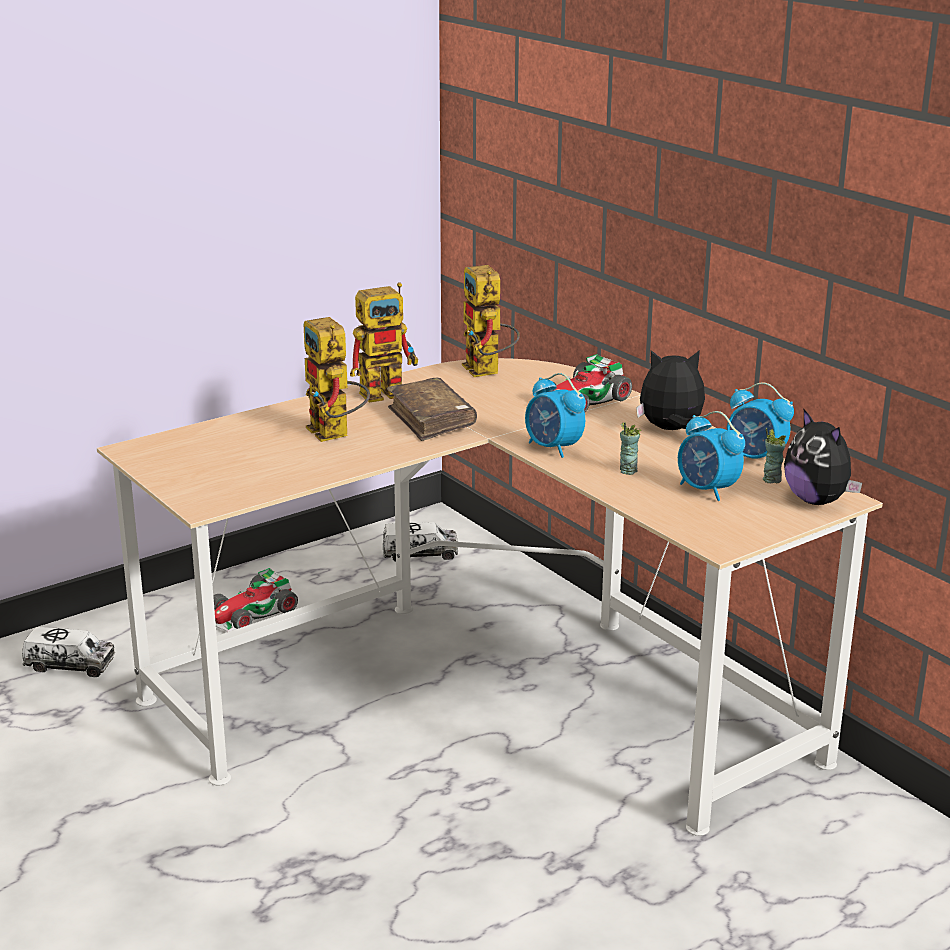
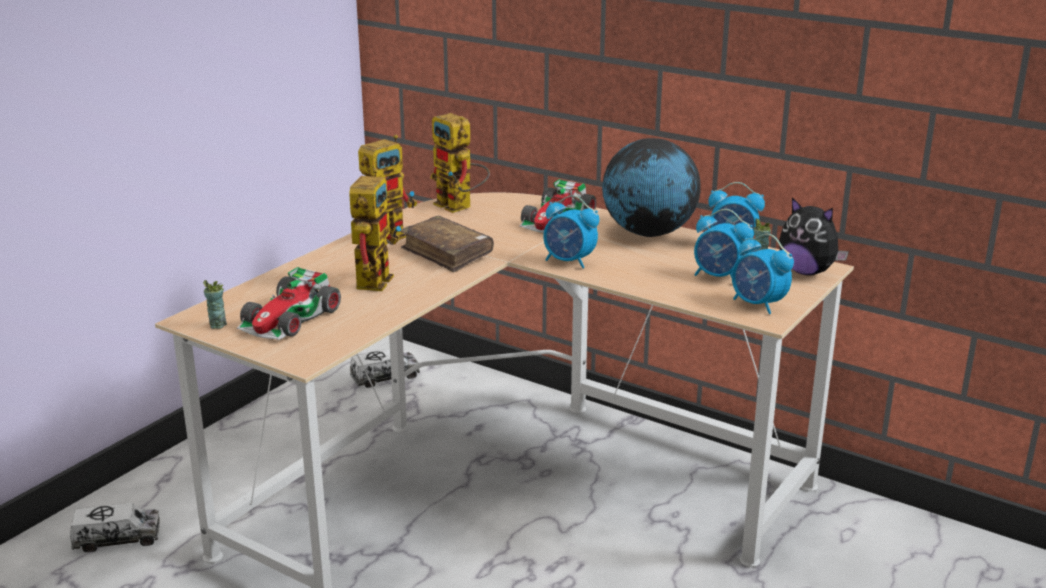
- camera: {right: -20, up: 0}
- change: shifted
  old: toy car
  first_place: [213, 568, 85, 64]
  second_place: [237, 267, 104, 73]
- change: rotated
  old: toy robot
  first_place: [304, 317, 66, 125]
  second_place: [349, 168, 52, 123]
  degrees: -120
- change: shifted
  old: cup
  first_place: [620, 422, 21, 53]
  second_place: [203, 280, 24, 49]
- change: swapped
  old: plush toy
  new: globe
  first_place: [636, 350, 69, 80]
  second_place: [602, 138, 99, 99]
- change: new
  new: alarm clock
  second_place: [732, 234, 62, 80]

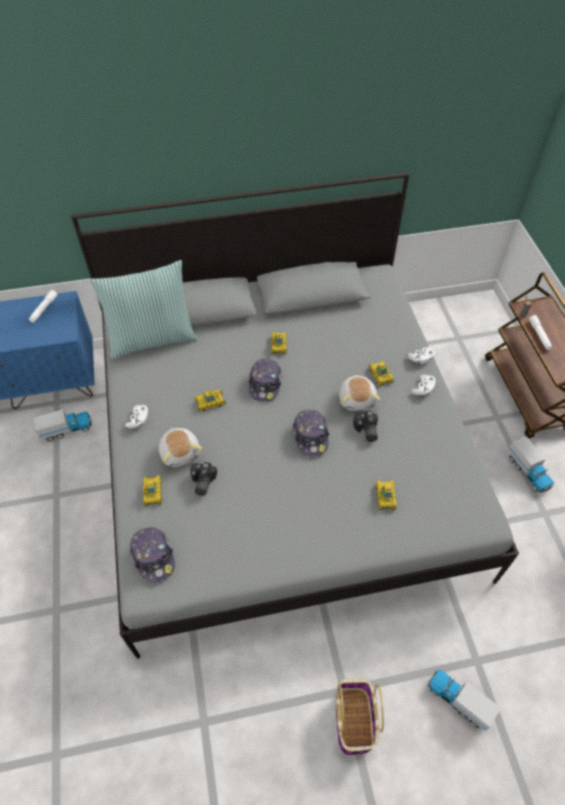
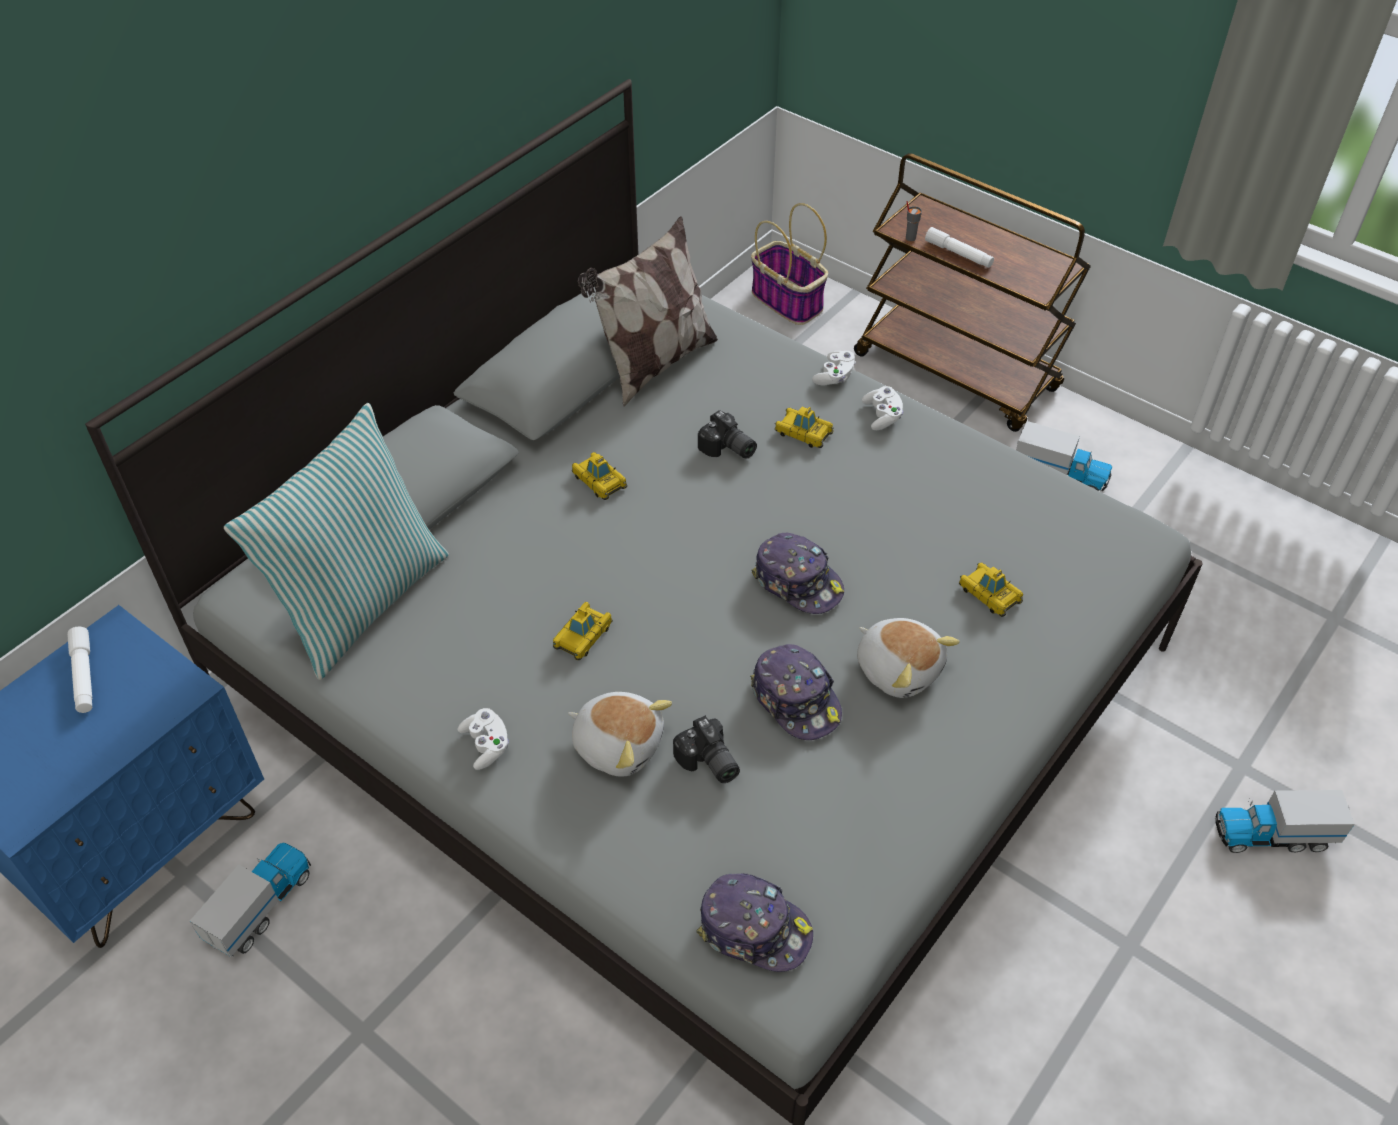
- camera: {right: -40, up: -5}
- change: gone
  old: toy car
  first_place: [143, 475, 19, 31]
- change: shifted
  old: cap
  first_place: [248, 359, 34, 43]
  second_place: [750, 644, 92, 96]
- change: shifted
  old: basket
  first_place: [336, 679, 48, 76]
  second_place: [751, 203, 77, 122]
- change: shifted
  old: plush toy
  first_place: [339, 375, 41, 36]
  second_place: [857, 618, 103, 80]
- change: shifted
  old: photo camera
  first_place: [353, 411, 25, 31]
  second_place: [698, 410, 59, 49]
- change: new
  new: pillow
  second_place: [578, 216, 140, 191]

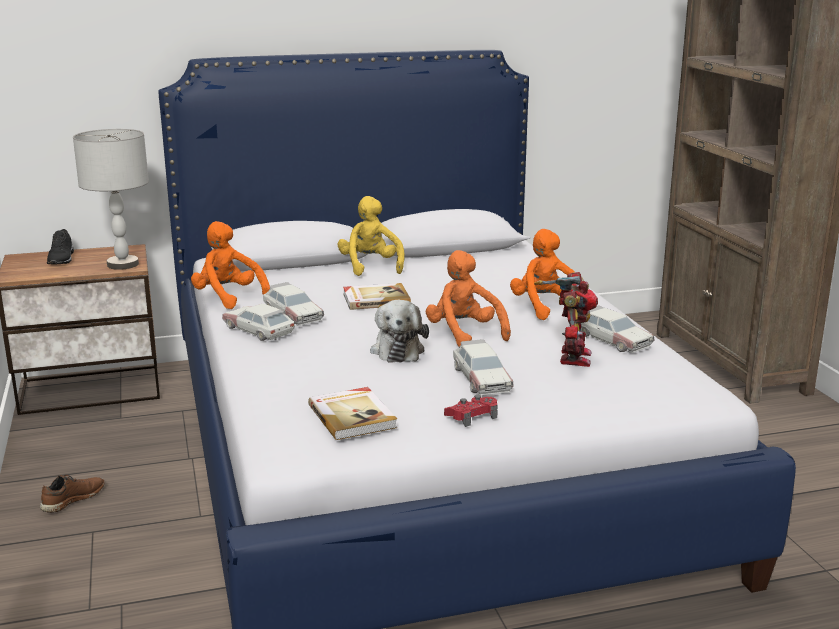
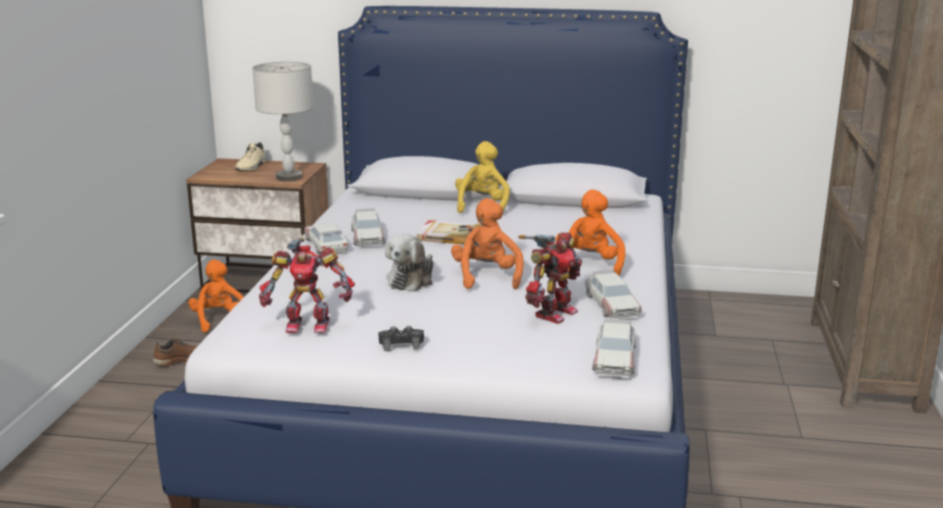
- camera: {right: 25, up: 0}
- change: repainted
  old: shoe (black)
  new: shoe (beige)
  first_place: [47, 229, 27, 35]
  second_place: [235, 142, 32, 29]
- change: shifted
  old: plush toy (orange)
  first_place: [191, 221, 79, 88]
  second_place: [188, 260, 56, 73]
- change: swapped
  old: book
  new: toy robot
  first_place: [308, 387, 89, 53]
  second_place: [259, 237, 96, 96]
- change: repainted
  old: game controller (red)
  new: game controller (black)
  first_place: [444, 395, 54, 32]
  second_place: [379, 326, 45, 25]
- change: shifted
  old: toy car
  first_place: [453, 339, 61, 57]
  second_place: [592, 318, 44, 59]

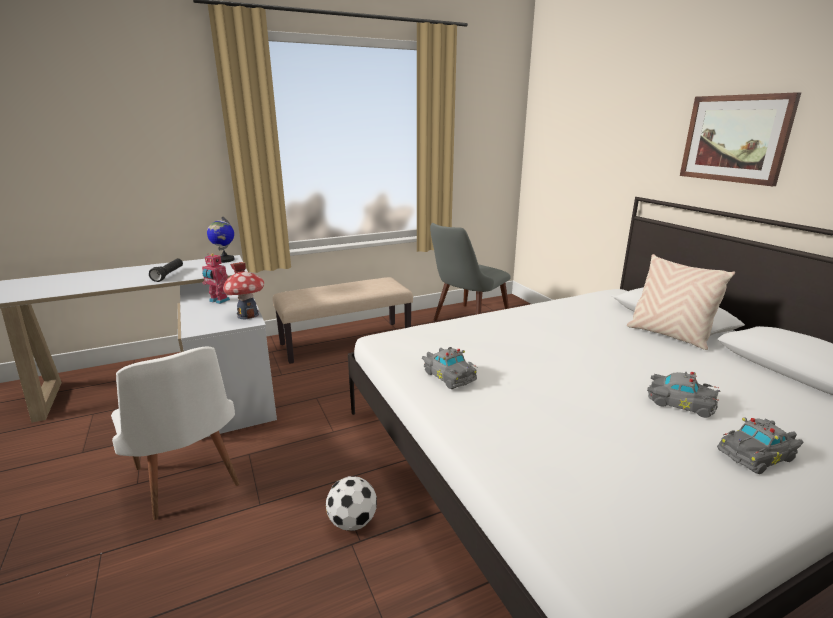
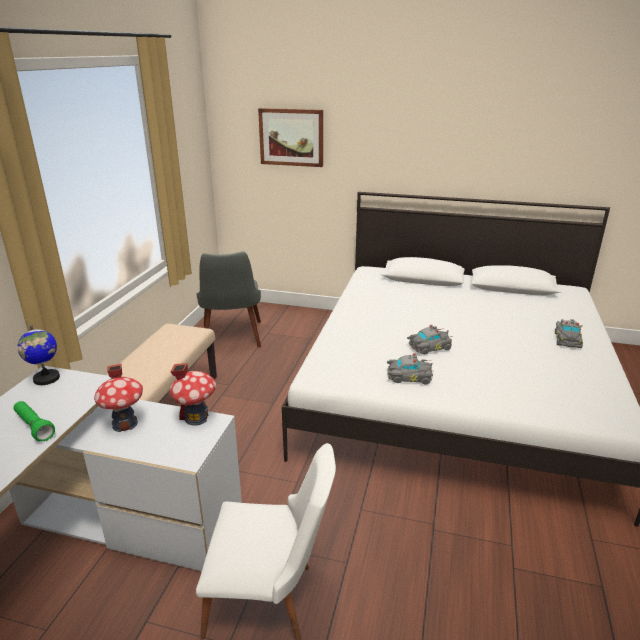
- camera: {right: -50, up: 5}
- change: repainted
  old: flashlight (black)
  new: flashlight (green)
  first_place: [149, 259, 34, 23]
  second_place: [13, 401, 42, 40]
- change: swapped
  old: toy robot
  new: toy house
  first_place: [202, 253, 28, 51]
  second_place: [94, 363, 49, 69]
- change: gone
  old: football
  first_place: [326, 476, 51, 55]
- change: gone
  old: pillow (beige)
  first_place: [627, 254, 108, 96]
- change: shifted
  old: toy car (grey)
  first_place: [647, 372, 74, 46]
  second_place: [407, 325, 46, 29]
- change: shifted
  old: picture
  first_place: [680, 92, 121, 94]
  second_place: [258, 108, 65, 59]

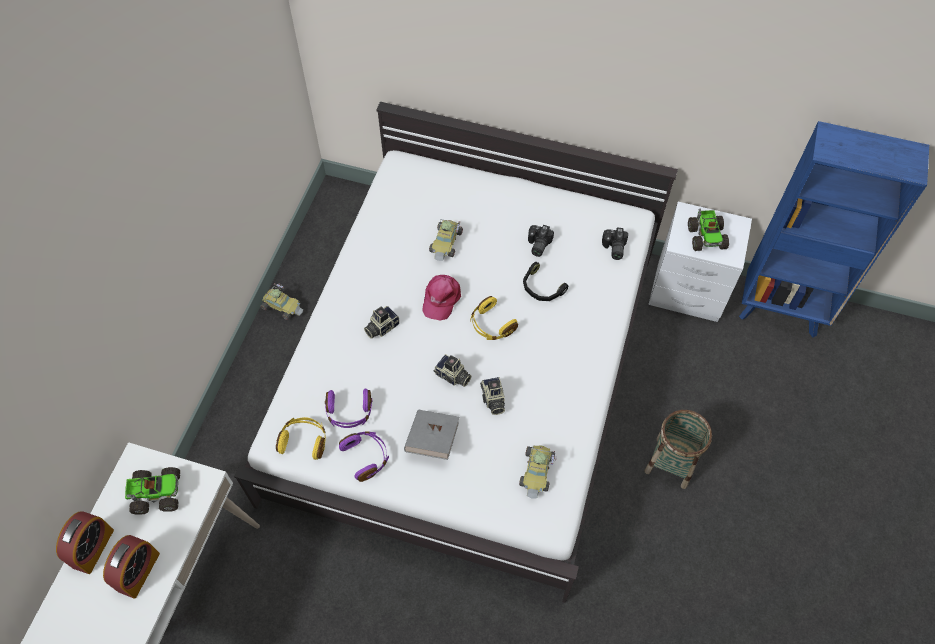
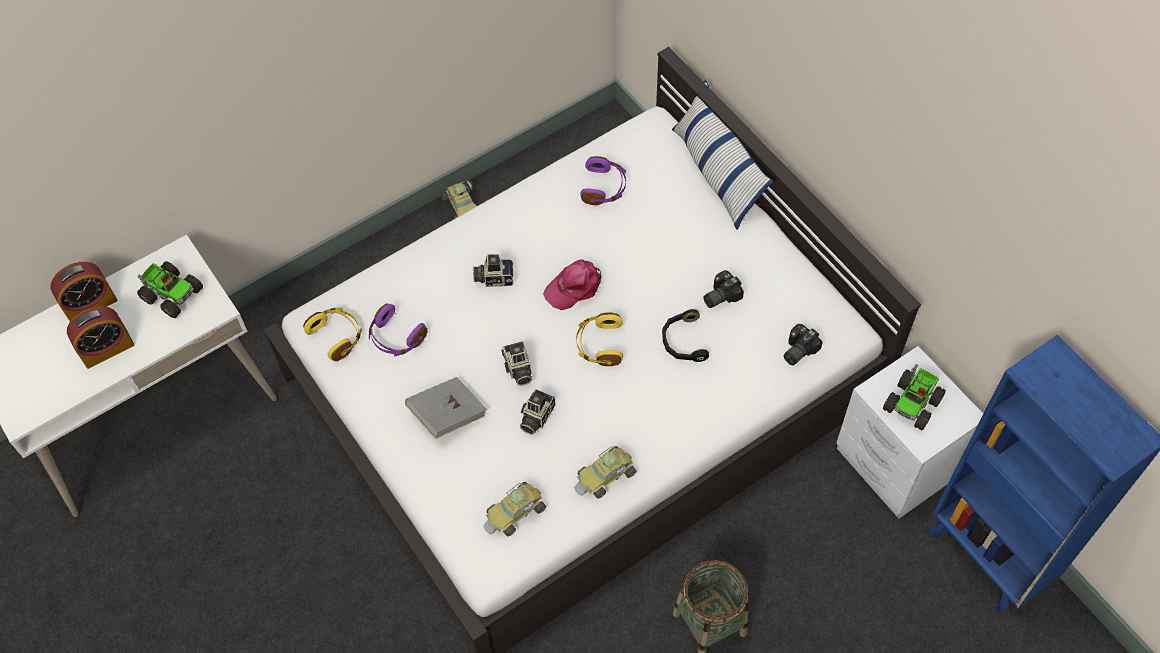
- camera: {right: 40, up: 0}
- change: shifted
  old: headphones (purple)
  first_place: [339, 431, 50, 51]
  second_place: [580, 156, 46, 49]
- change: shifted
  old: toy car
  first_place: [429, 219, 34, 42]
  second_place: [574, 446, 63, 53]
- change: new
  new: pillow
  second_place: [672, 80, 101, 150]

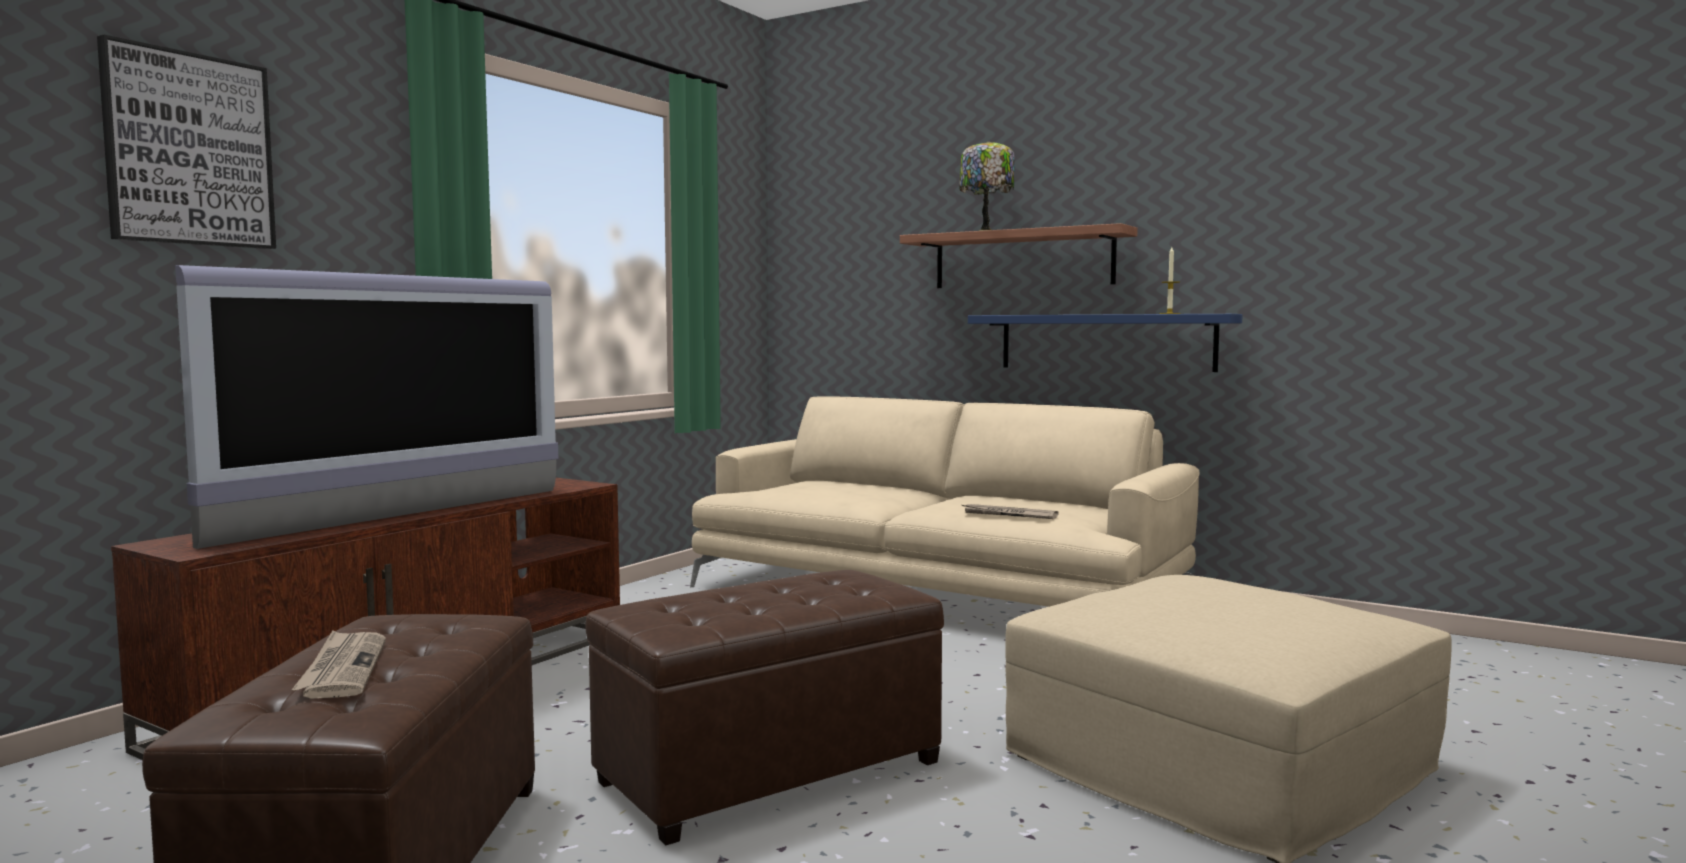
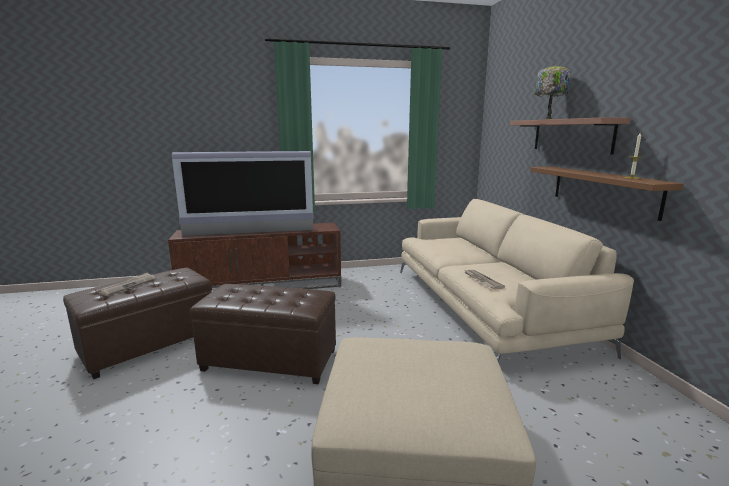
- camera: {right: 45, up: 10}
- change: gone
  old: picture
  first_place: [97, 34, 179, 215]
- change: repainted
  old: shelf (blue)
  new: shelf (brown)
  first_place: [968, 314, 274, 58]
  second_place: [530, 166, 154, 55]

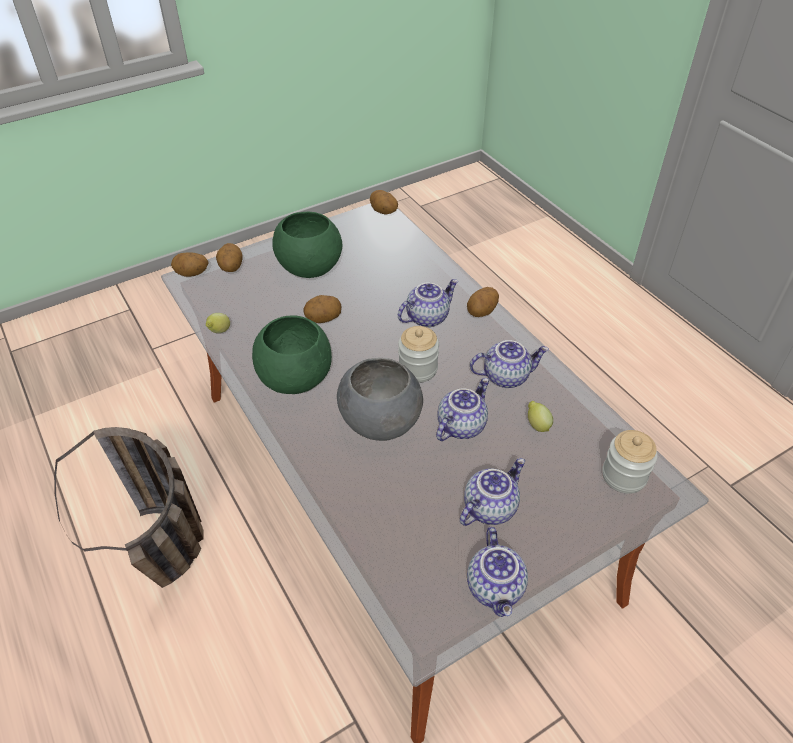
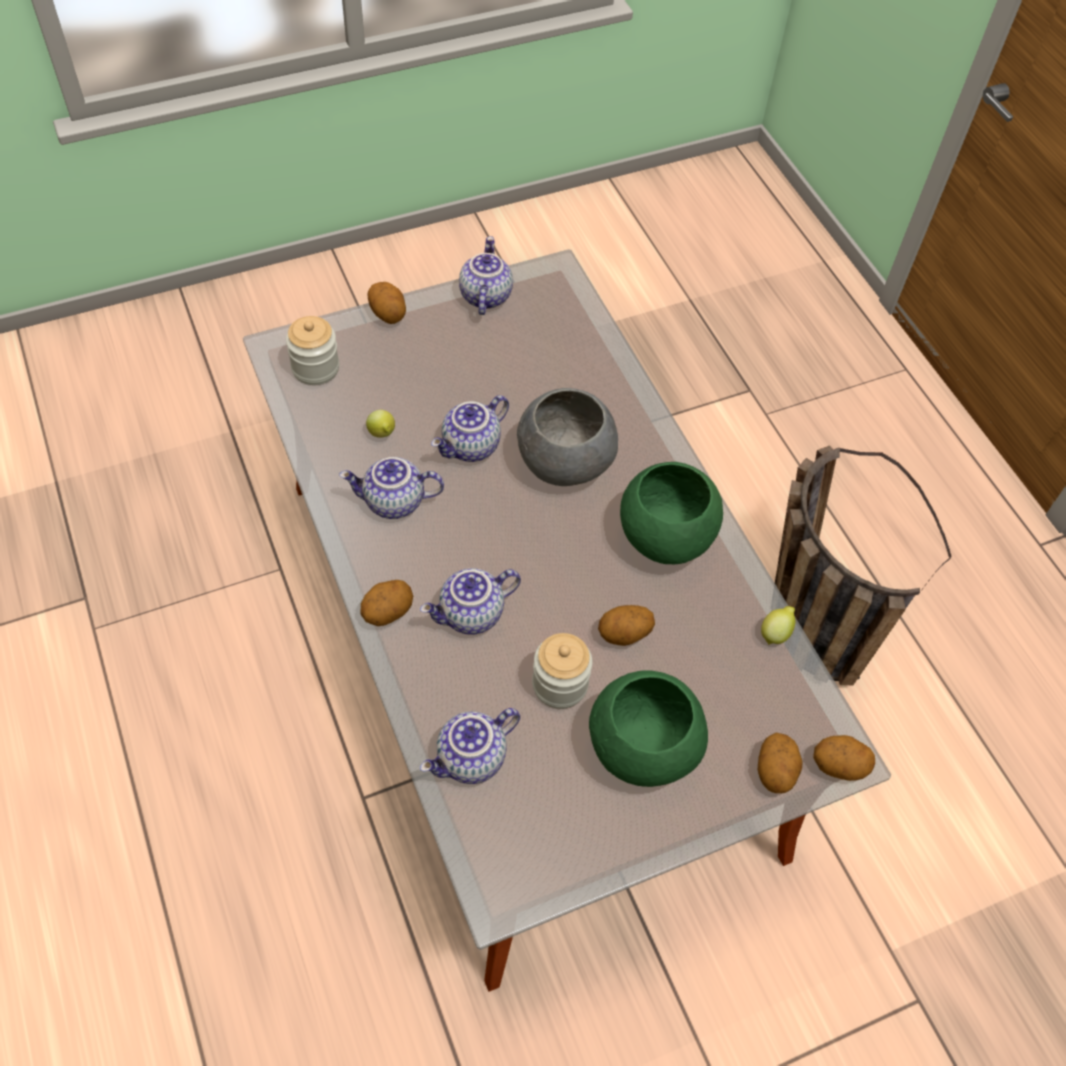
- camera: {right: -175, up: 10}
- change: shifted
  old: potato
  first_place: [370, 190, 28, 24]
  second_place: [367, 282, 39, 42]
- change: shifted
  old: jar
  first_place: [398, 326, 41, 57]
  second_place: [532, 633, 61, 76]
- change: shifted
  old: teapot
  first_place: [460, 458, 65, 68]
  second_place: [420, 708, 100, 76]

